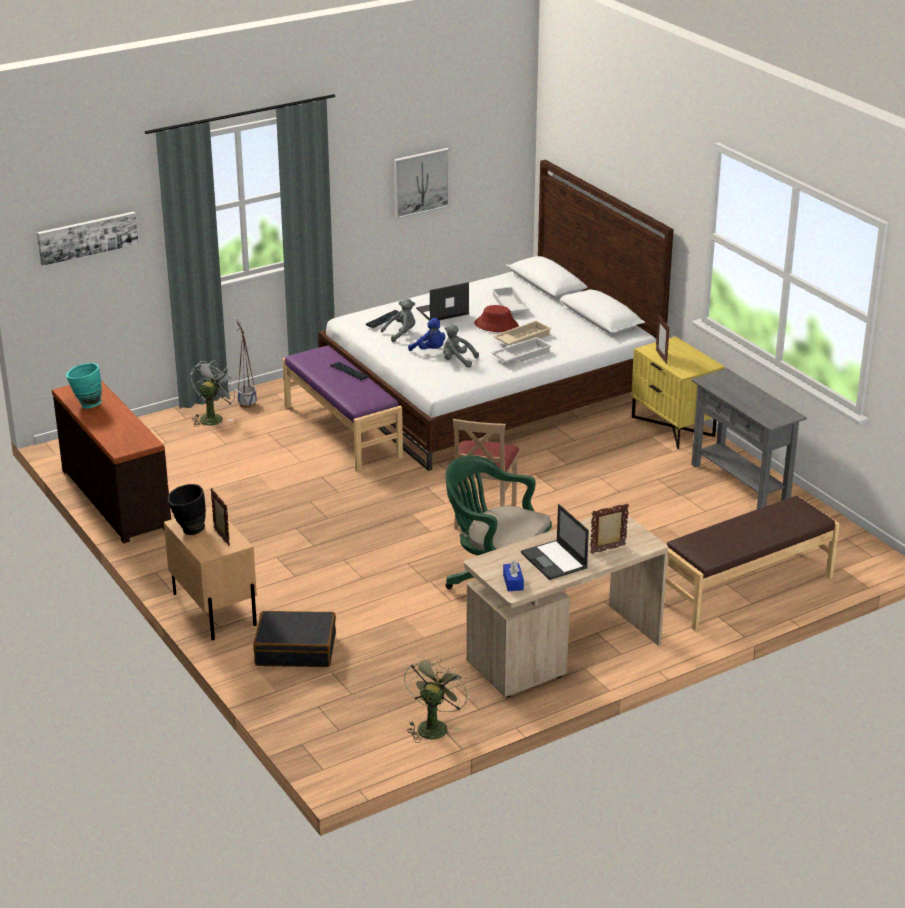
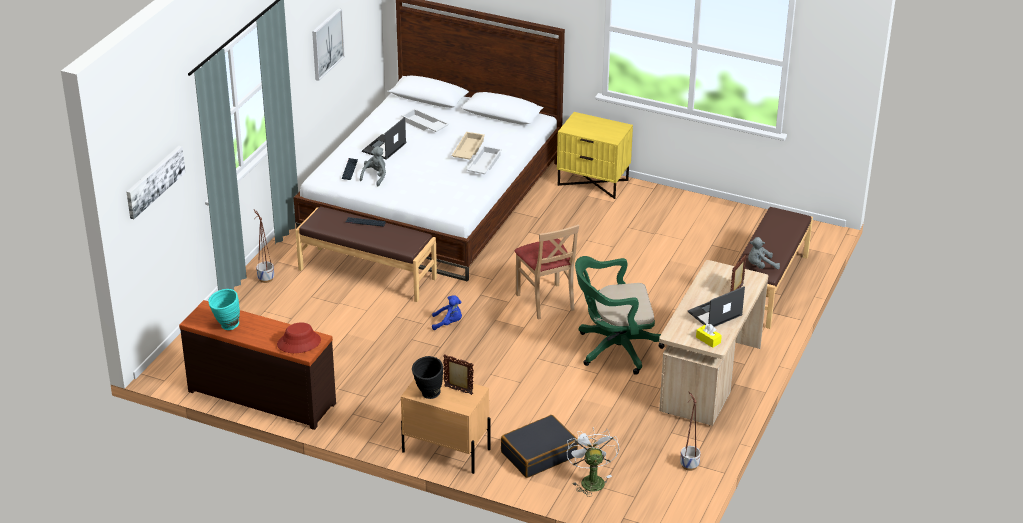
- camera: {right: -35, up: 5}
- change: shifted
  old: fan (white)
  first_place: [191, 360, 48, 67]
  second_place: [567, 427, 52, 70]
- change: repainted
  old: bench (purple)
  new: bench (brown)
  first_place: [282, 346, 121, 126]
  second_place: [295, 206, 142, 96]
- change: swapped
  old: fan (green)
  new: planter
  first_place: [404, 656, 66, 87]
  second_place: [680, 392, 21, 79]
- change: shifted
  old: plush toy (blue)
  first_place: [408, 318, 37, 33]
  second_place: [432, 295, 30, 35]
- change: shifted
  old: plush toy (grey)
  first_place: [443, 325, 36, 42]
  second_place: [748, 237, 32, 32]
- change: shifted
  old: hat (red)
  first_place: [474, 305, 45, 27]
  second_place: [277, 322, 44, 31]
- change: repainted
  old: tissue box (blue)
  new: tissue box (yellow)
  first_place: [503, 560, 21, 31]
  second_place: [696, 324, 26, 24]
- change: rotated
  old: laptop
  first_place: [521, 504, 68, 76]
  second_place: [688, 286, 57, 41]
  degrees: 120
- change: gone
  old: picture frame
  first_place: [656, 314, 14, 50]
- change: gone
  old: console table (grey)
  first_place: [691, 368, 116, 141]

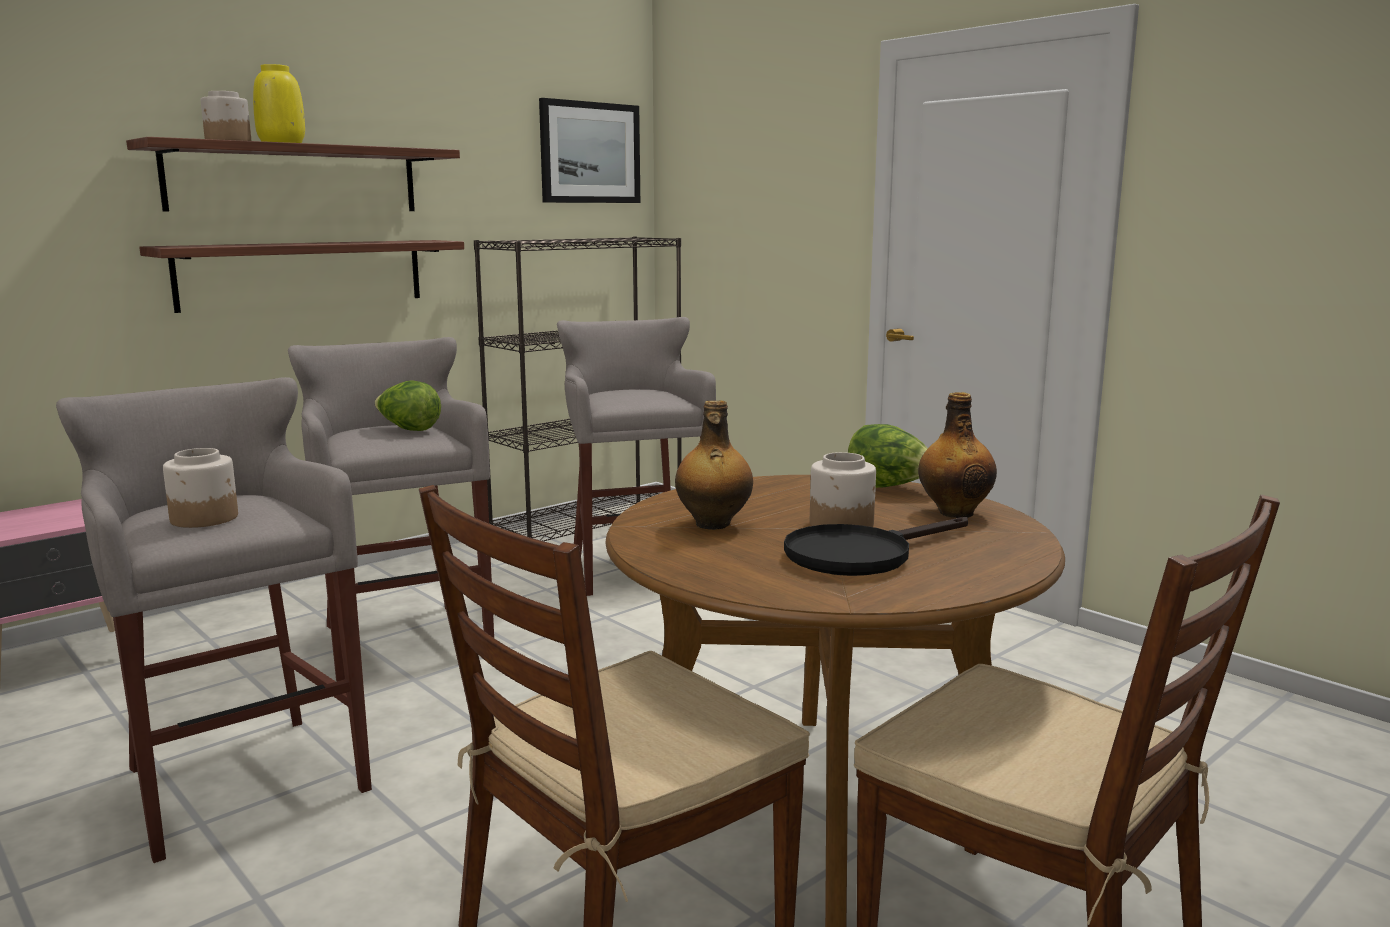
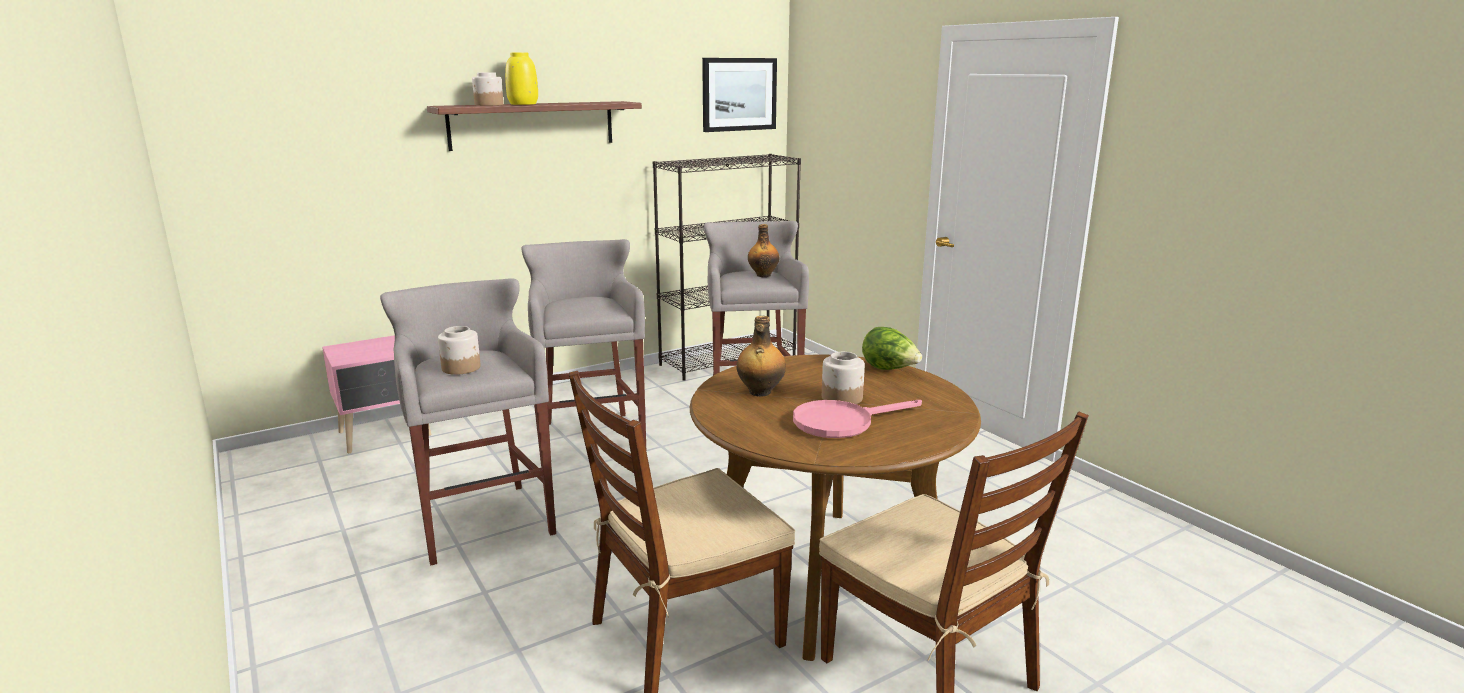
- camera: {right: 10, up: 5}
- change: gone
  old: shelf
  first_place: [139, 240, 325, 73]
- change: gone
  old: lettuce
  first_place: [374, 380, 67, 51]
- change: repainted
  old: frying pan (black)
  new: frying pan (pink)
  first_place: [784, 517, 184, 59]
  second_place: [793, 400, 129, 38]
- change: shifted
  old: bottle
  first_place: [918, 392, 79, 126]
  second_place: [748, 224, 31, 53]

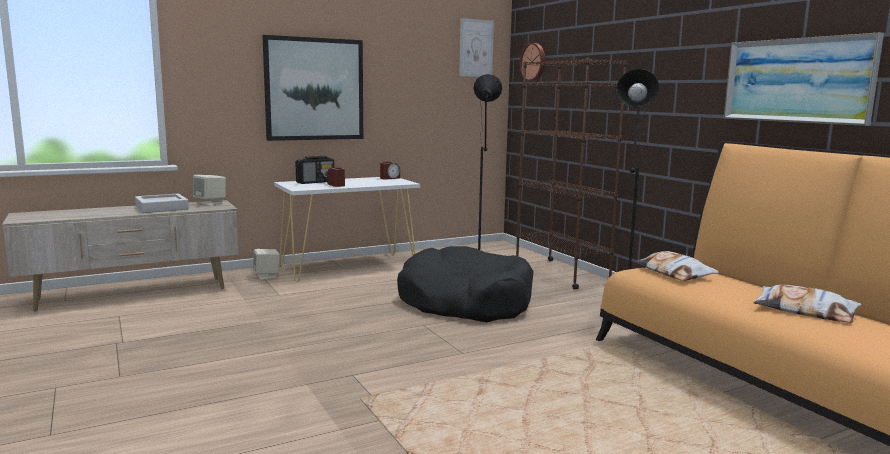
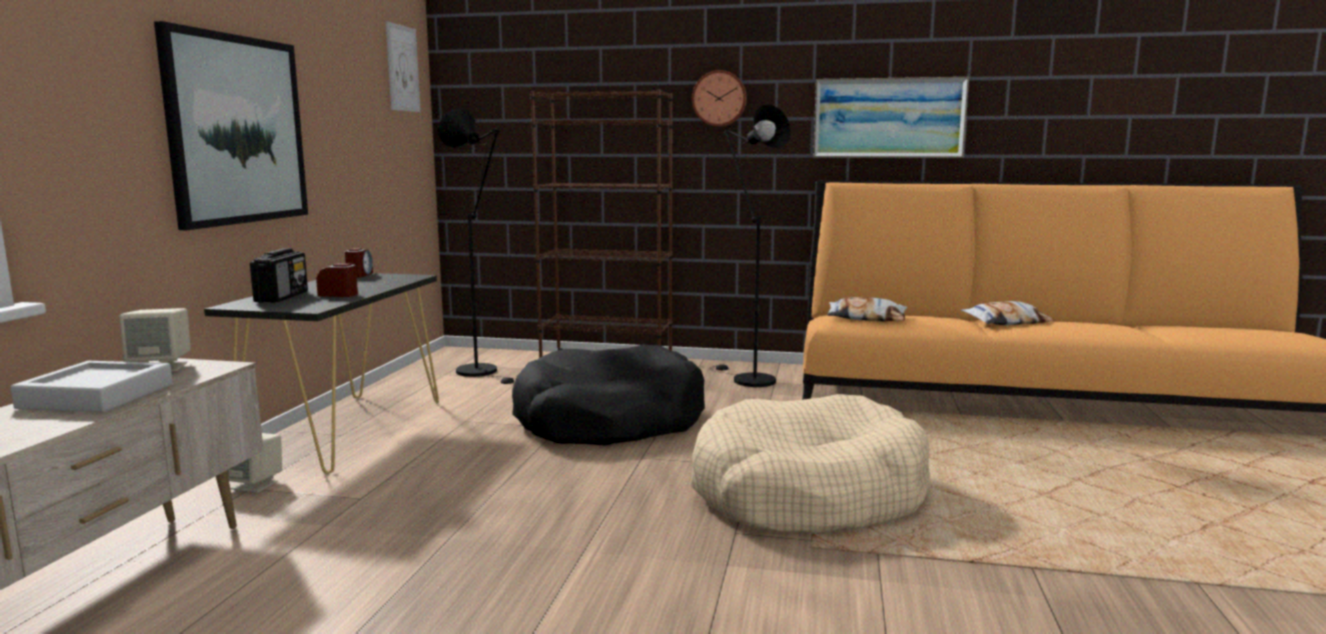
- camera: {right: -50, up: 0}
- change: repainted
  old: console table (white)
  new: console table (black)
  first_place: [274, 177, 146, 105]
  second_place: [204, 273, 235, 201]
- change: shifted
  old: wall clock
  first_place: [520, 43, 25, 38]
  second_place: [692, 70, 55, 57]
- change: new
  new: dog bed (beige)
  second_place: [691, 394, 239, 140]

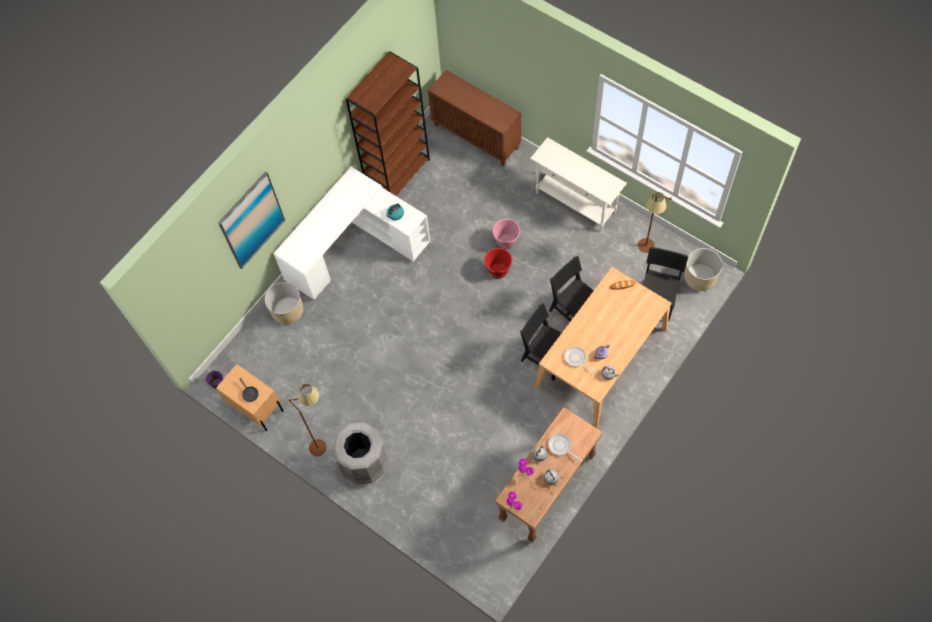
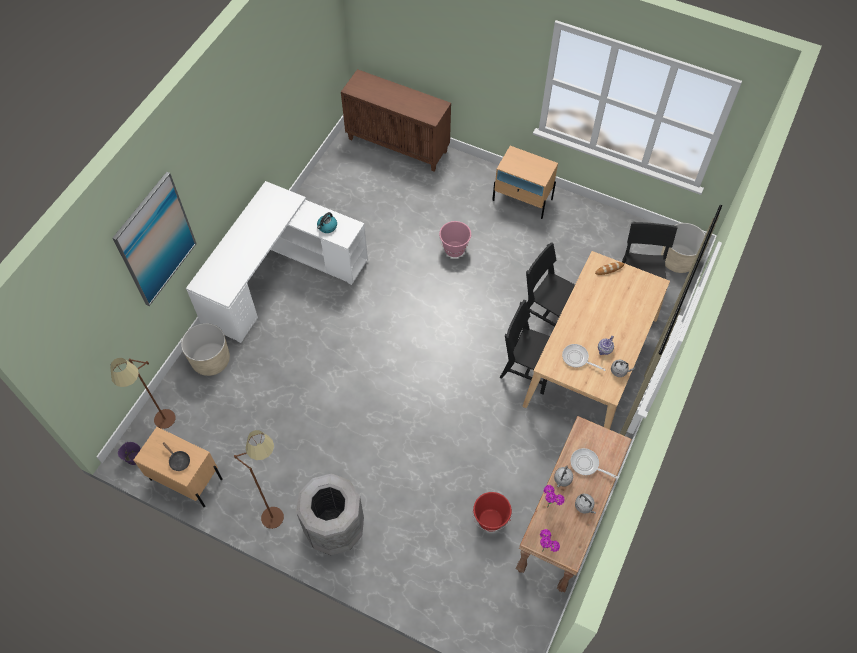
- camera: {right: -15, up: -5}
- change: gone
  old: bookcase (brown)
  first_place: [346, 51, 84, 145]
- change: shifted
  old: bucket (red)
  first_place: [483, 248, 30, 30]
  second_place: [472, 492, 40, 40]
- change: swapped
  old: console table (white)
  new: nightstand (beige)
  first_place: [530, 137, 97, 95]
  second_place: [492, 146, 66, 73]
- change: shifted
  old: floor lamp (brown)
  first_place: [638, 192, 34, 61]
  second_place: [110, 358, 66, 71]

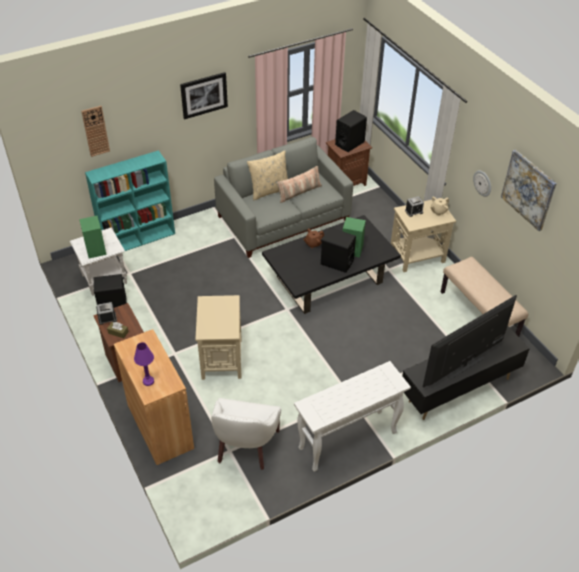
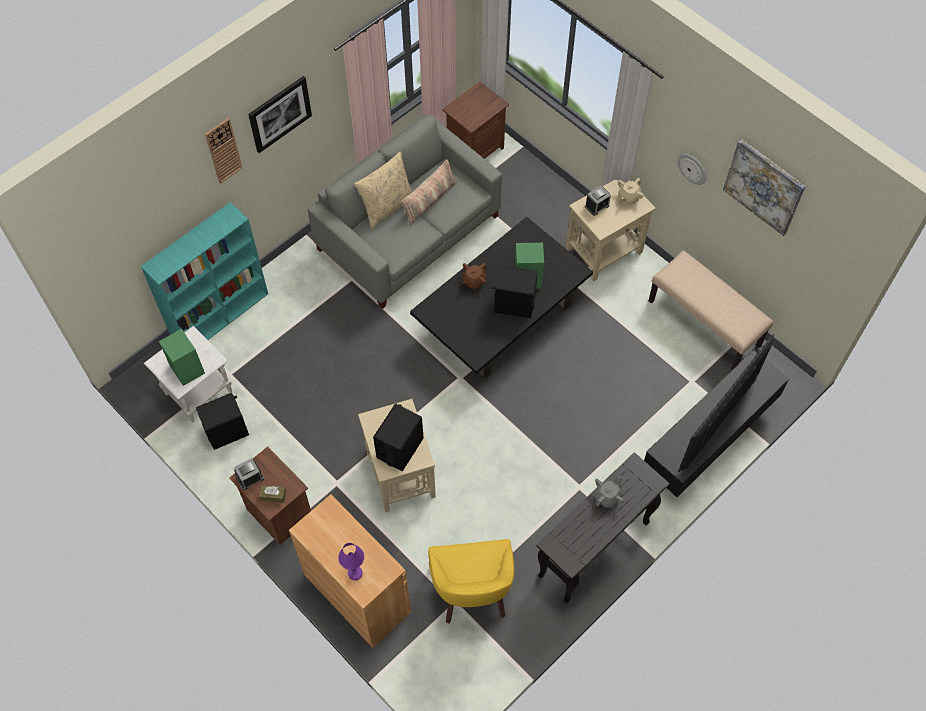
- camera: {right: -15, up: 15}
- change: shifted
  old: wall clock
  first_place: [81, 106, 29, 51]
  second_place: [205, 118, 37, 66]
- change: repainted
  old: armchair (white)
  new: armchair (yellow)
  first_place: [211, 398, 70, 72]
  second_place: [428, 539, 86, 85]
- change: repainted
  old: console table (white)
  new: console table (black)
  first_place: [294, 361, 117, 111]
  second_place: [537, 452, 133, 151]
- change: shifted
  old: speaker (black)
  first_place: [335, 110, 32, 42]
  second_place: [373, 404, 50, 67]
- change: new
  new: teapot (grey)
  second_place: [595, 476, 29, 32]

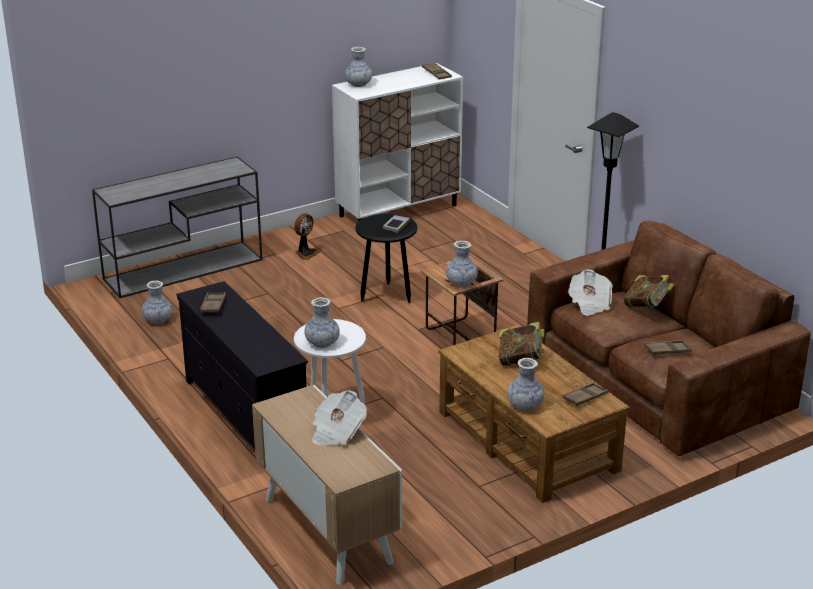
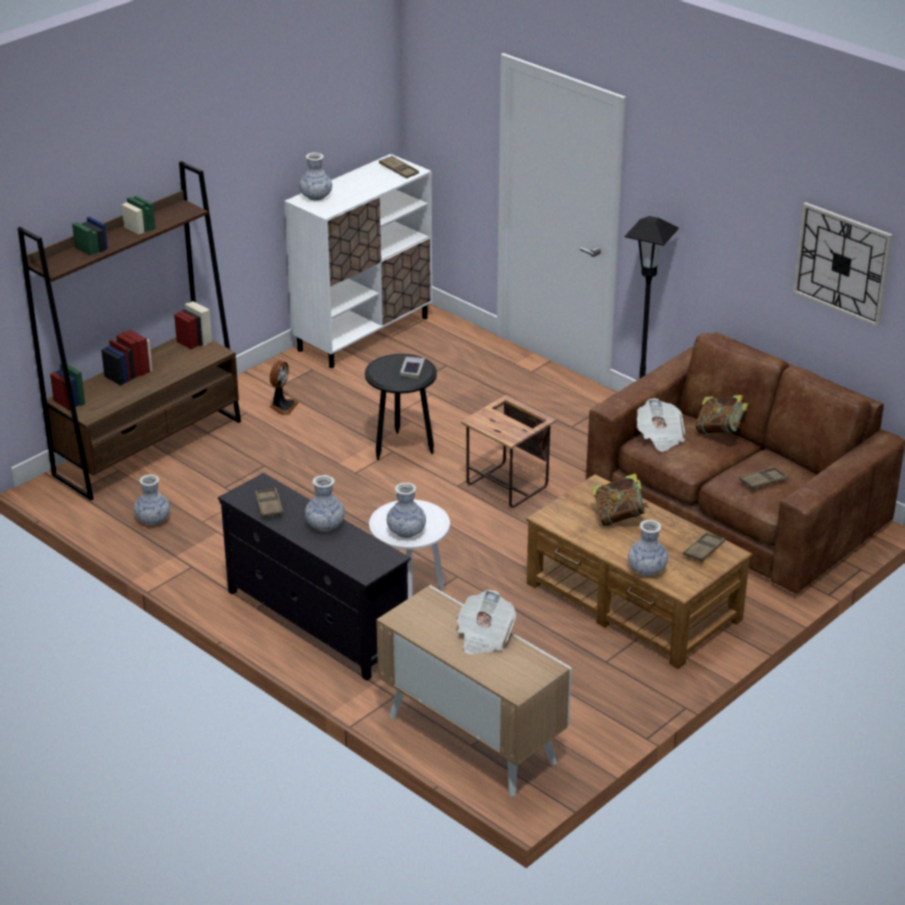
- camera: {right: -15, up: 5}
- change: swapped
  old: console table (grey)
  new: bookcase (brown)
  first_place: [92, 156, 170, 142]
  second_place: [18, 161, 223, 339]
- change: shifted
  old: vase
  first_place: [446, 241, 32, 46]
  second_place: [305, 475, 40, 56]
- change: new
  new: wall clock
  second_place: [793, 202, 100, 125]

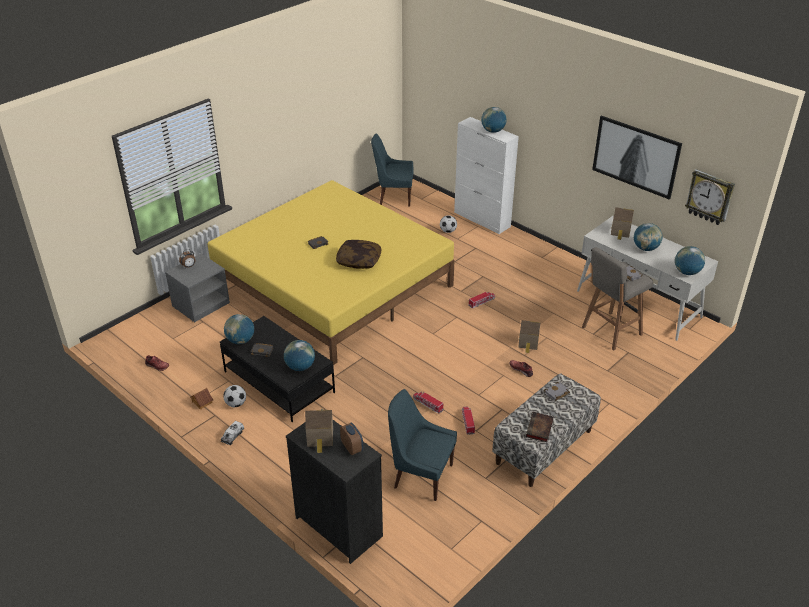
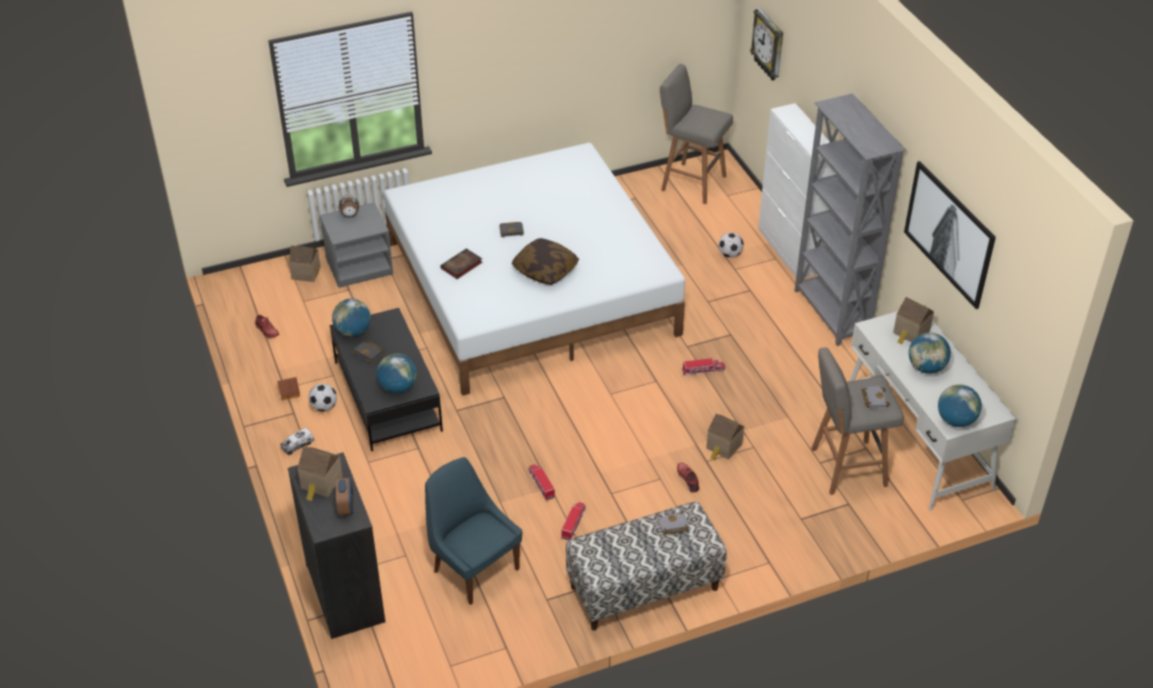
- camera: {right: 25, up: 5}
- change: repainted
  old: bed (yellow)
  new: bed (white)
  first_place: [208, 180, 247, 185]
  second_place: [384, 143, 301, 253]
- change: swapped
  old: chair (blue)
  new: stool (grey)
  first_place: [371, 133, 42, 74]
  second_place: [660, 64, 73, 140]
- change: gone
  old: globe
  first_place: [481, 107, 26, 26]
- change: shifted
  old: book
  first_place: [526, 412, 27, 30]
  second_place: [441, 248, 41, 31]
- change: shifted
  old: wall clock
  first_place: [685, 169, 50, 56]
  second_place: [750, 8, 33, 73]
- change: new
  new: toy house
  second_place: [289, 245, 32, 37]
- change: new
  new: bookcase (grey)
  second_place: [794, 93, 112, 253]

